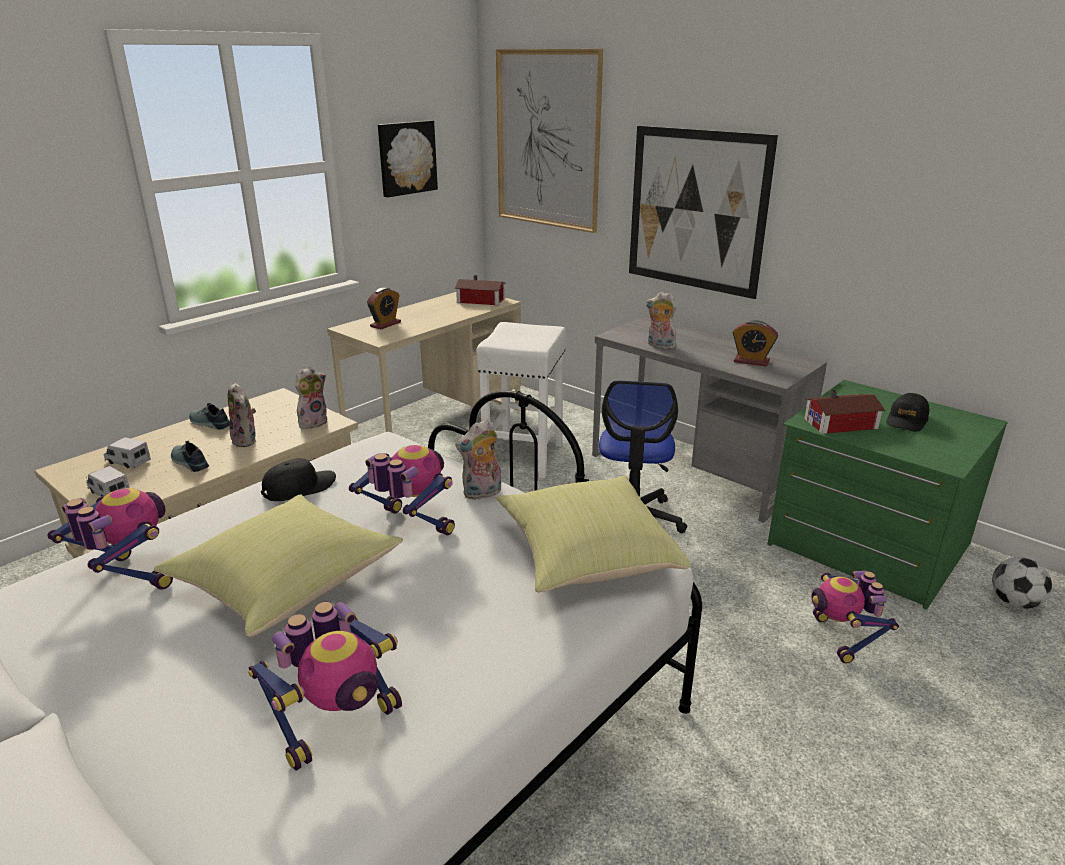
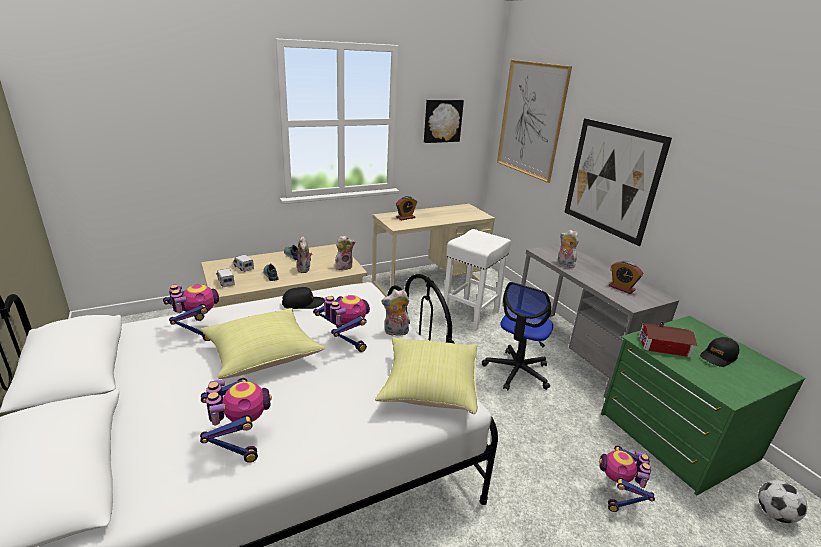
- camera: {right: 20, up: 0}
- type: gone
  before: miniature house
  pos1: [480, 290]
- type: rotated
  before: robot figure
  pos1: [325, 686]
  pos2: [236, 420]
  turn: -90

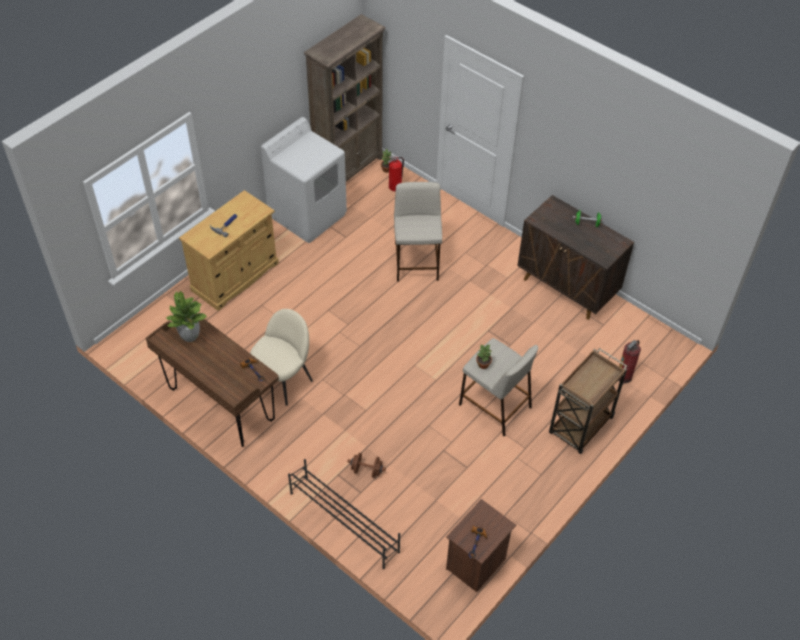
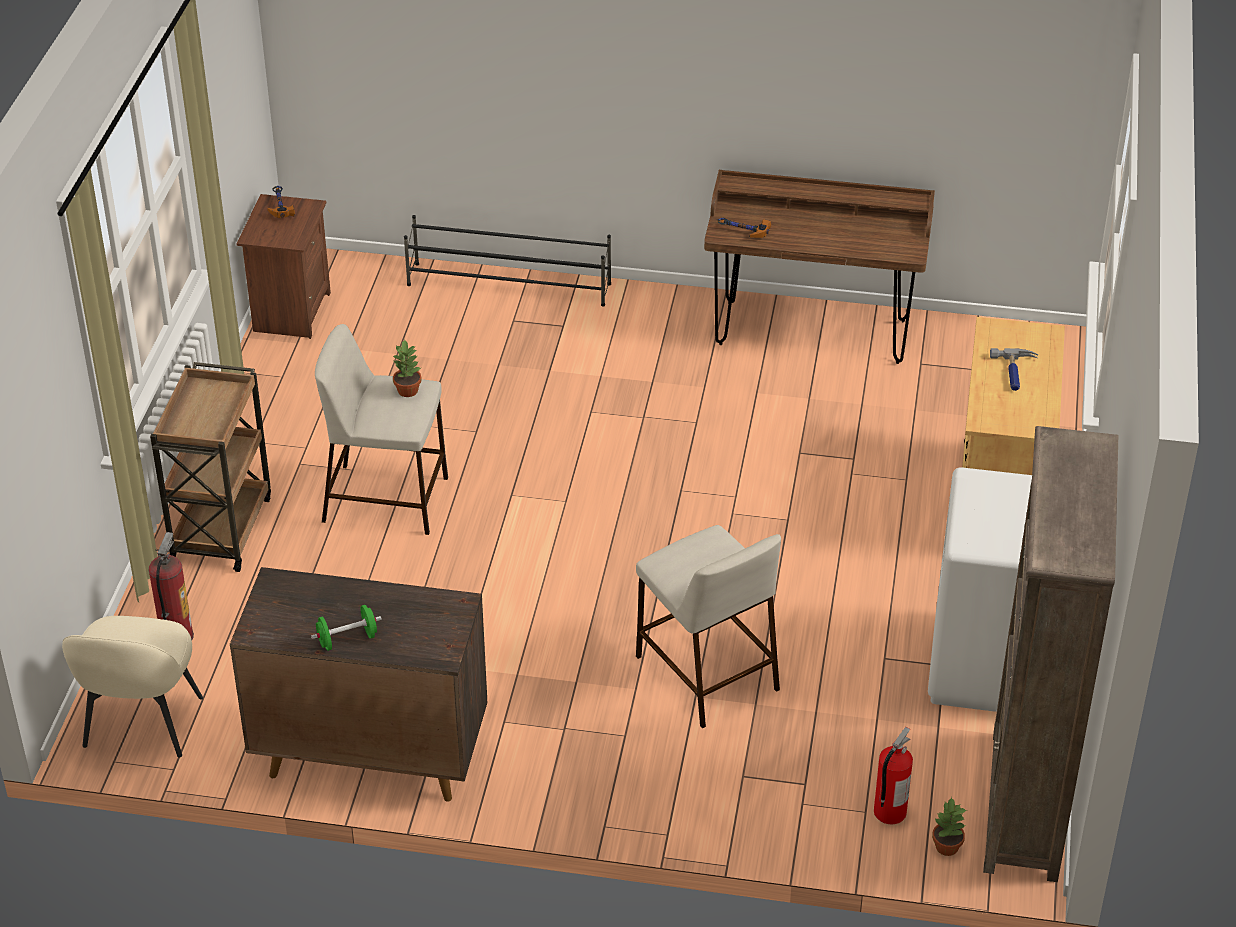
- camera: {right: 150, up: -10}
- type: gone
  before: houseplant
  pos1: [186, 316]
- type: gone
  before: brownish dumbbell
  pos1: [366, 465]
- type: shifted
  before: sand-coloured plain chair
  pos1: [281, 357]
  pos2: [132, 687]

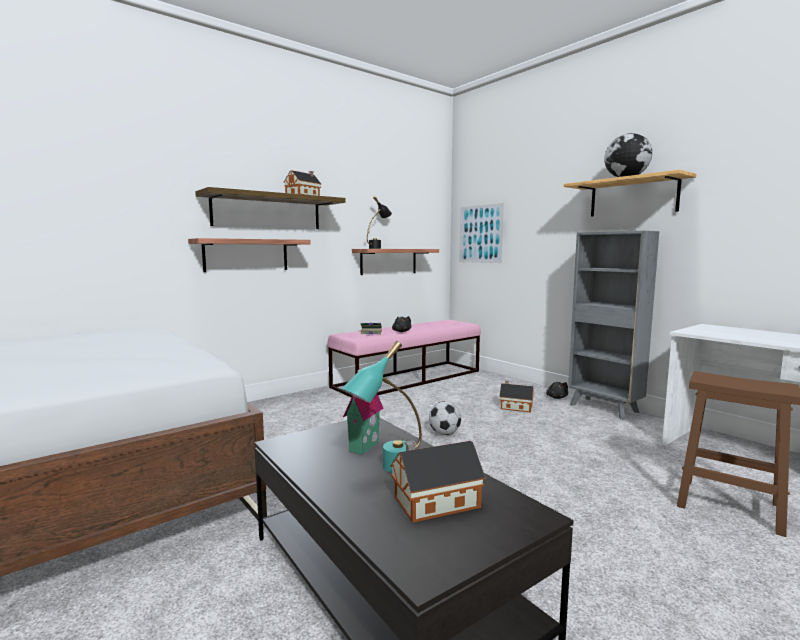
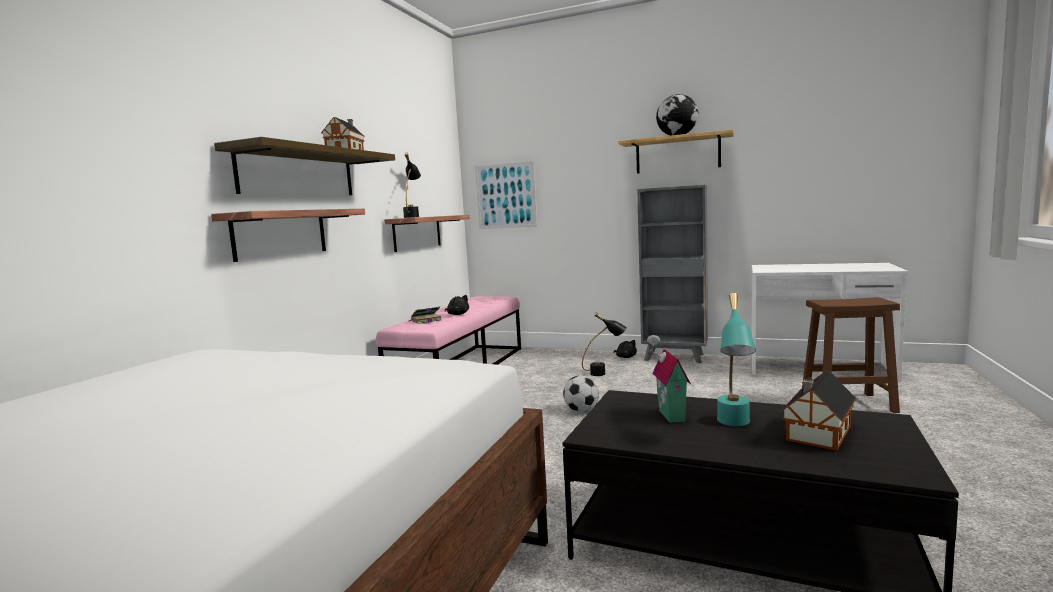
- camera: {right: -30, up: 0}
- type: swapped
  before: miniature house
  after: black-coloured lamp for a table
  pos1: [516, 397]
  pos2: [604, 344]

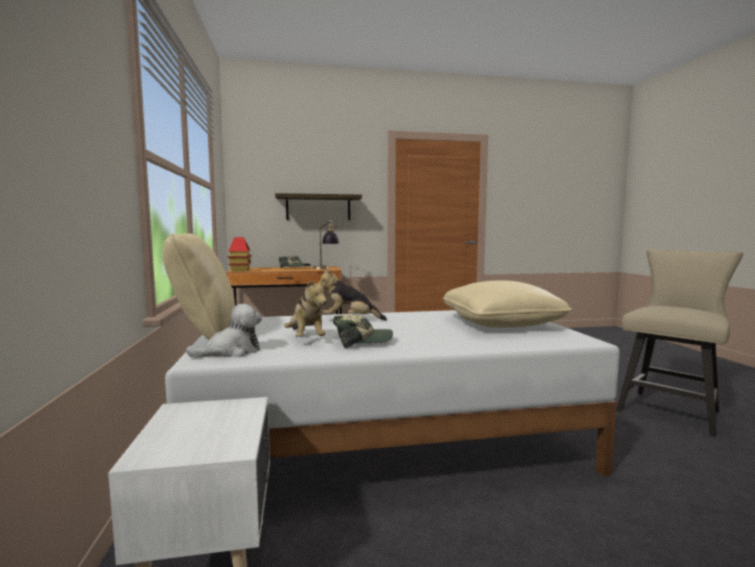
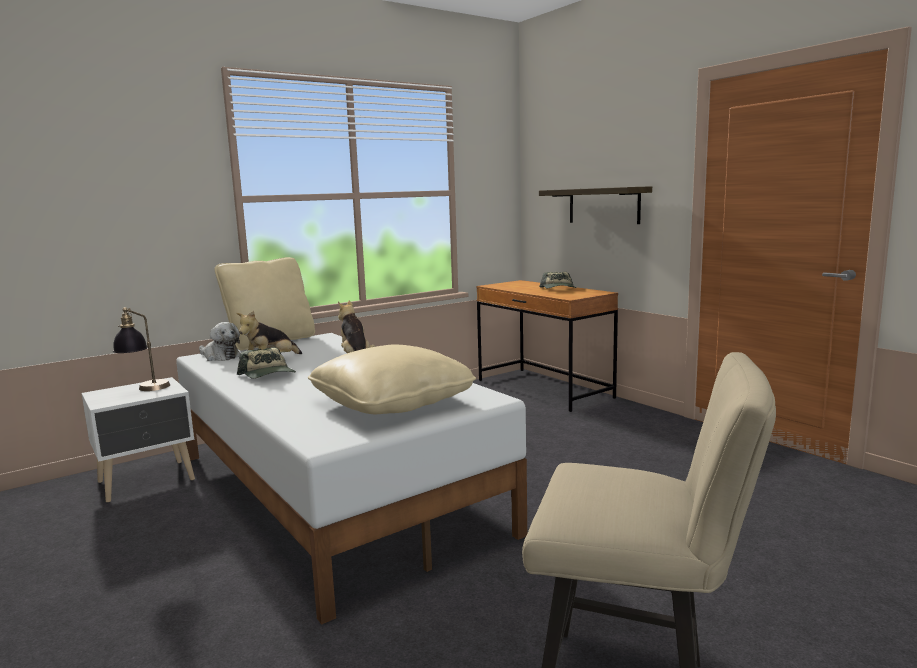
- camera: {right: 65, up: 5}
- type: gone
  before: miniature house
  pos1: [239, 254]
- type: shifted
  before: lamp for a table
  pos1: [326, 244]
  pos2: [141, 349]

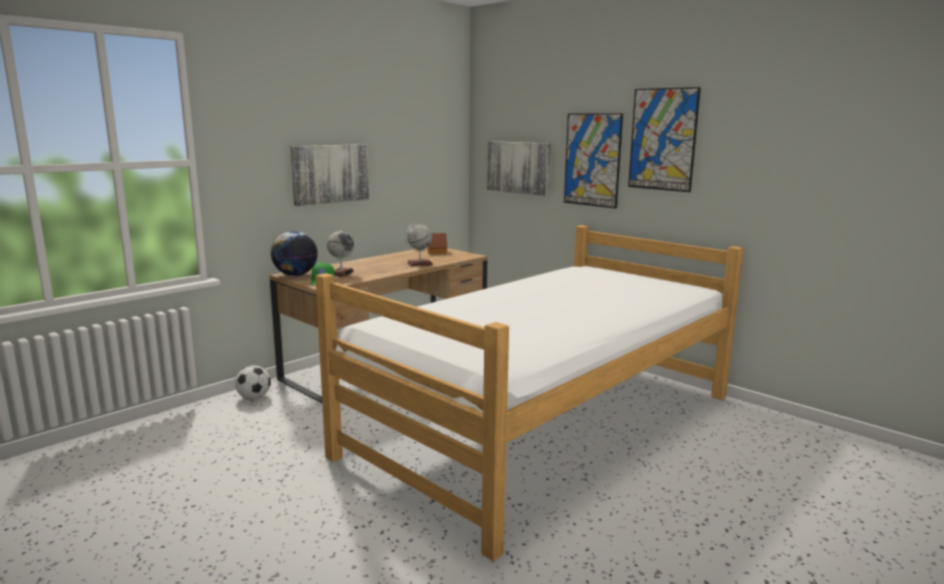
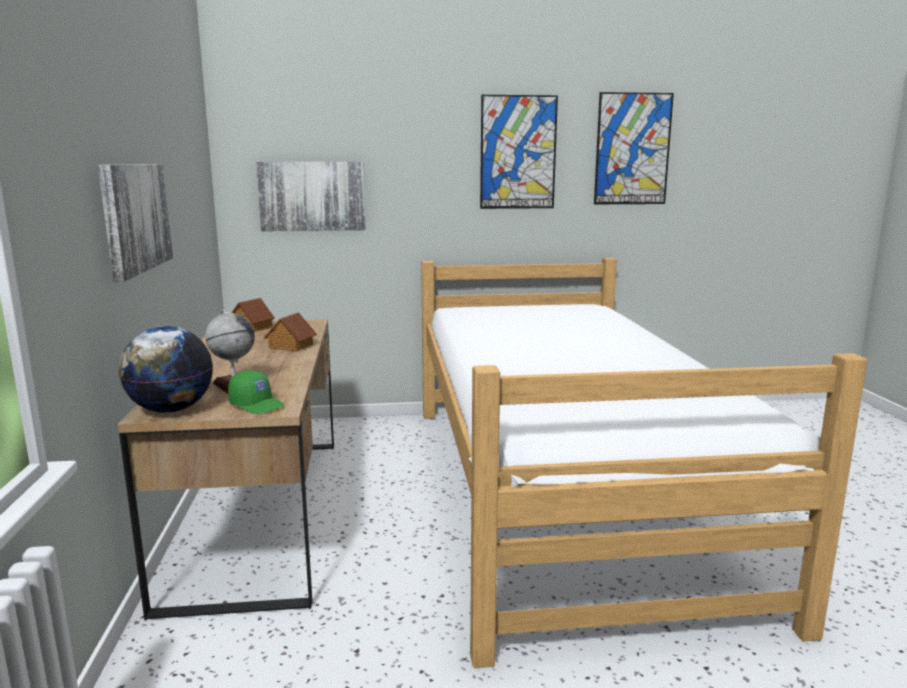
- camera: {right: -50, up: 0}
- type: gone
  before: football
  pos1: [253, 382]
- type: shifted
  before: wall art
  pos1: [593, 160]
  pos2: [634, 148]
- type: swapped
  before: globe
  after: miniature house
  pos1: [419, 245]
  pos2: [290, 332]

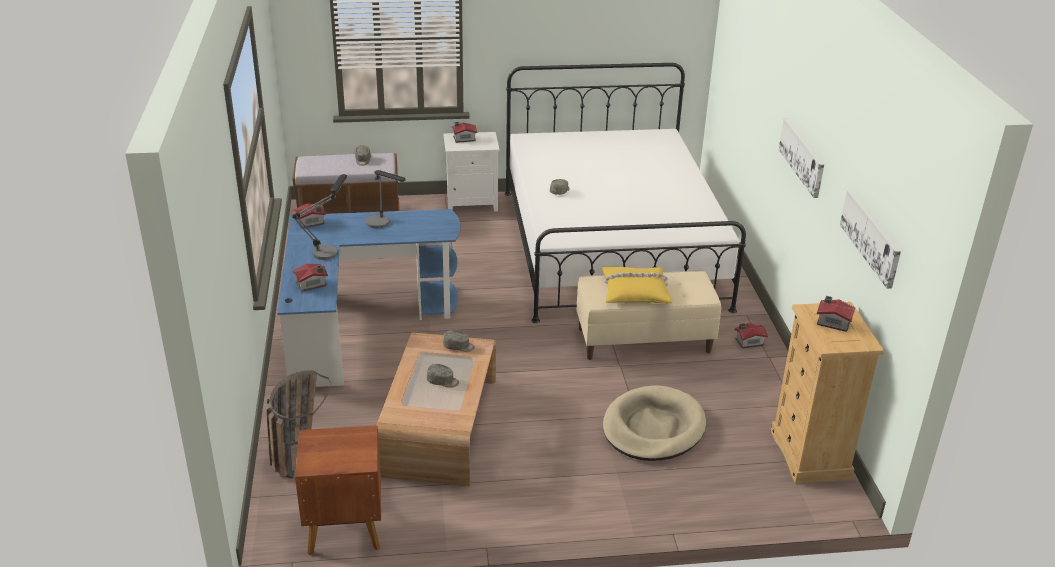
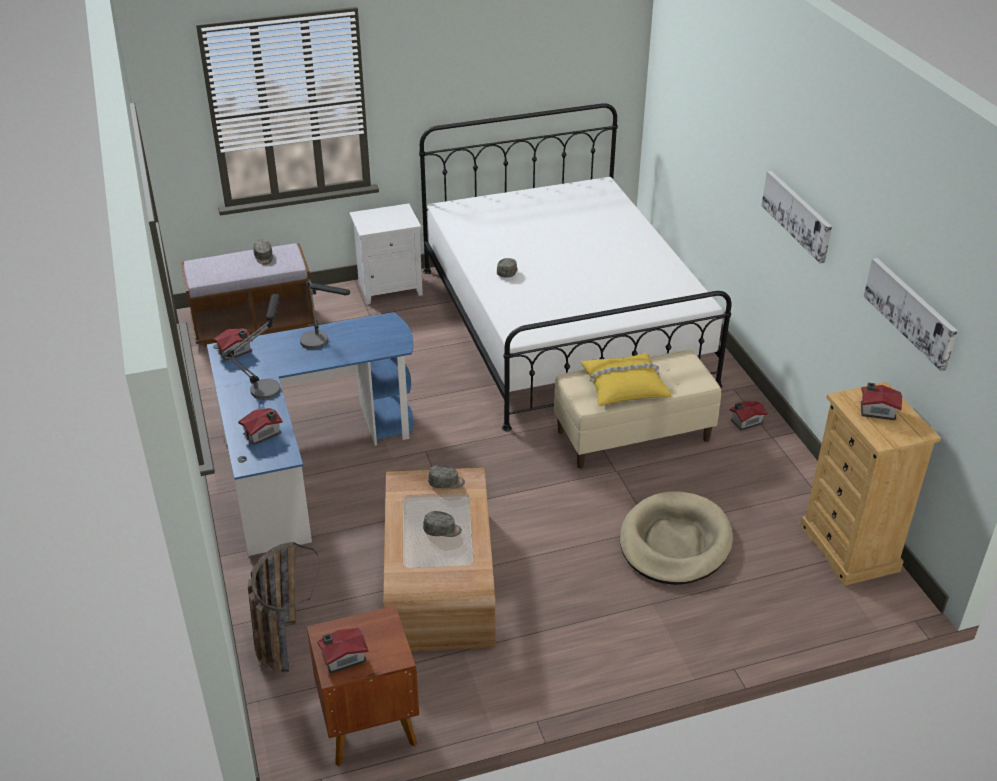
- camera: {right: -10, up: 5}
- type: shifted
  before: miniature house
  pos1: [464, 132]
  pos2: [343, 651]

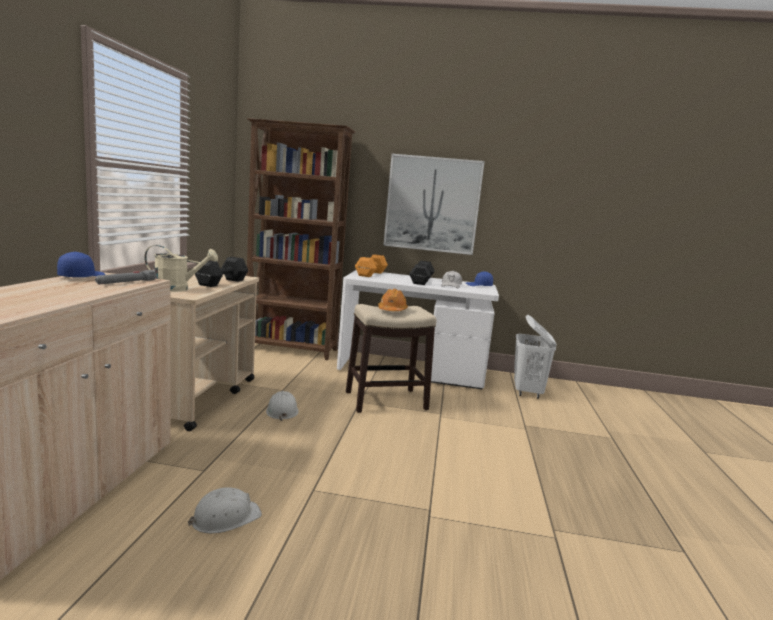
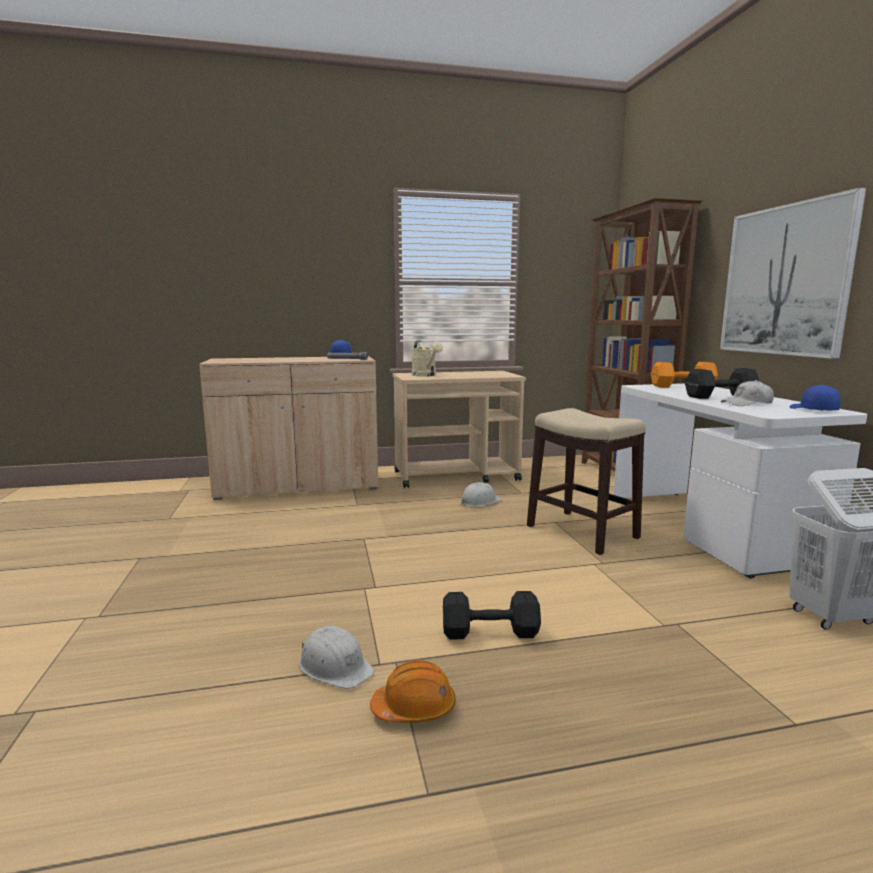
- camera: {right: 70, up: 0}
- type: shifted
  before: white safety helmet
  pos1: [225, 510]
  pos2: [337, 657]
- type: shifted
  before: black-coloured dumbbell
  pos1: [221, 272]
  pos2: [492, 615]
- type: shifted
  before: orangey safety helmet
  pos1: [393, 300]
  pos2: [413, 691]

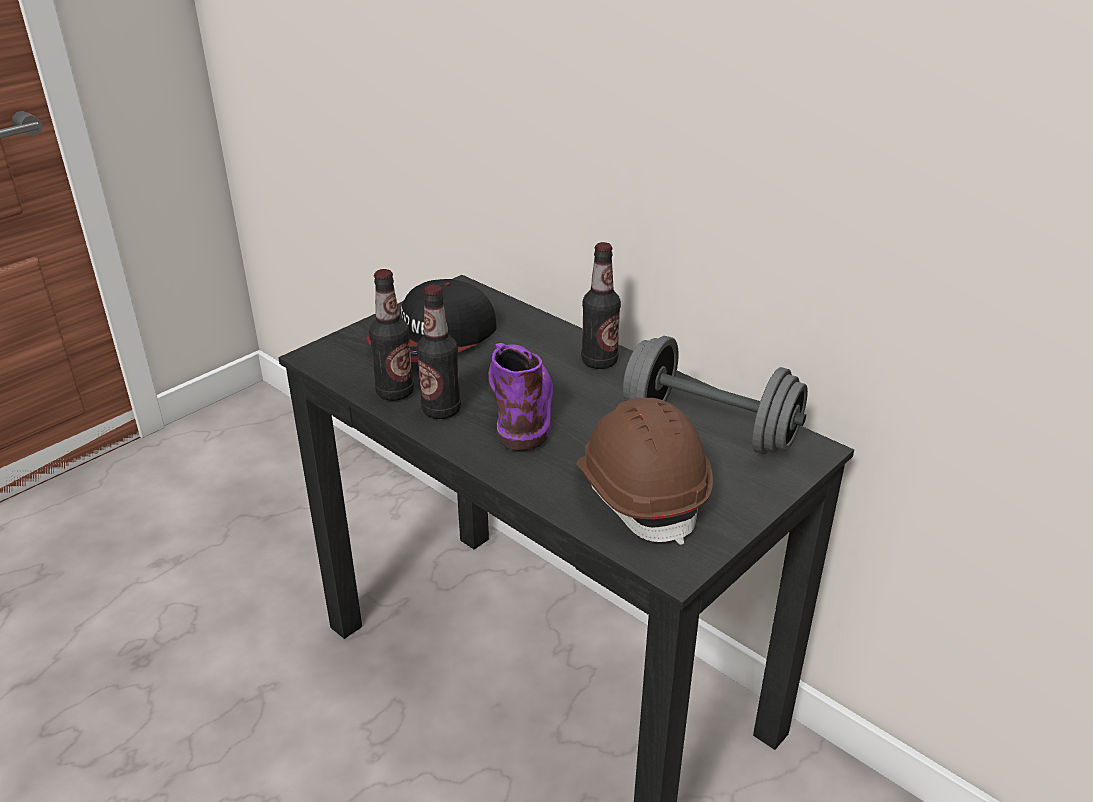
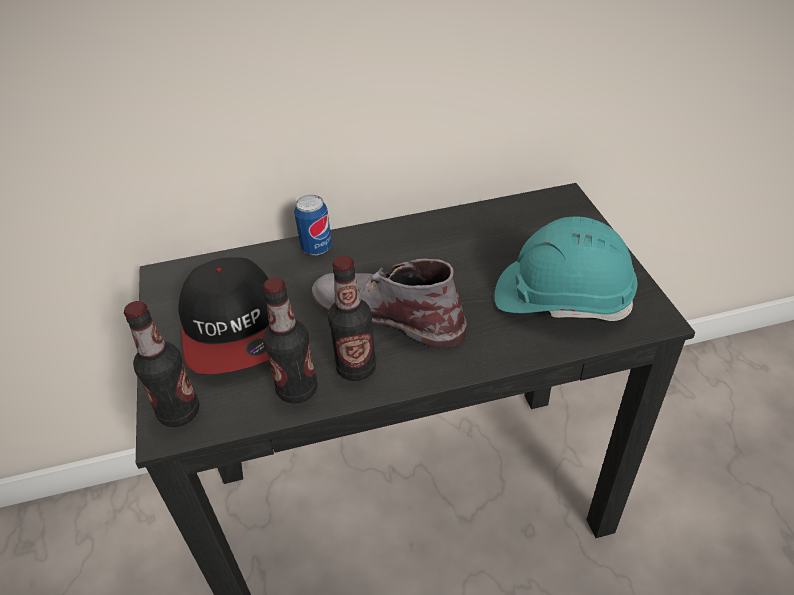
- camera: {right: -55, up: 10}
- type: gone
  before: gray dumbbell
  pos1: [715, 395]
- type: new
  after: sealed can
  pos2: [313, 225]
- type: shifted
  before: bottle
  pos1: [601, 305]
  pos2: [162, 364]
- type: repainted
  before: purple-coloured high-top boot
  after: gray high-top boot
  pos1: [520, 397]
  pos2: [389, 303]
- type: repainted
  before: brownish safety helmet
  after: turquoise-coloured safety helmet
  pos1: [645, 471]
  pos2: [566, 269]

